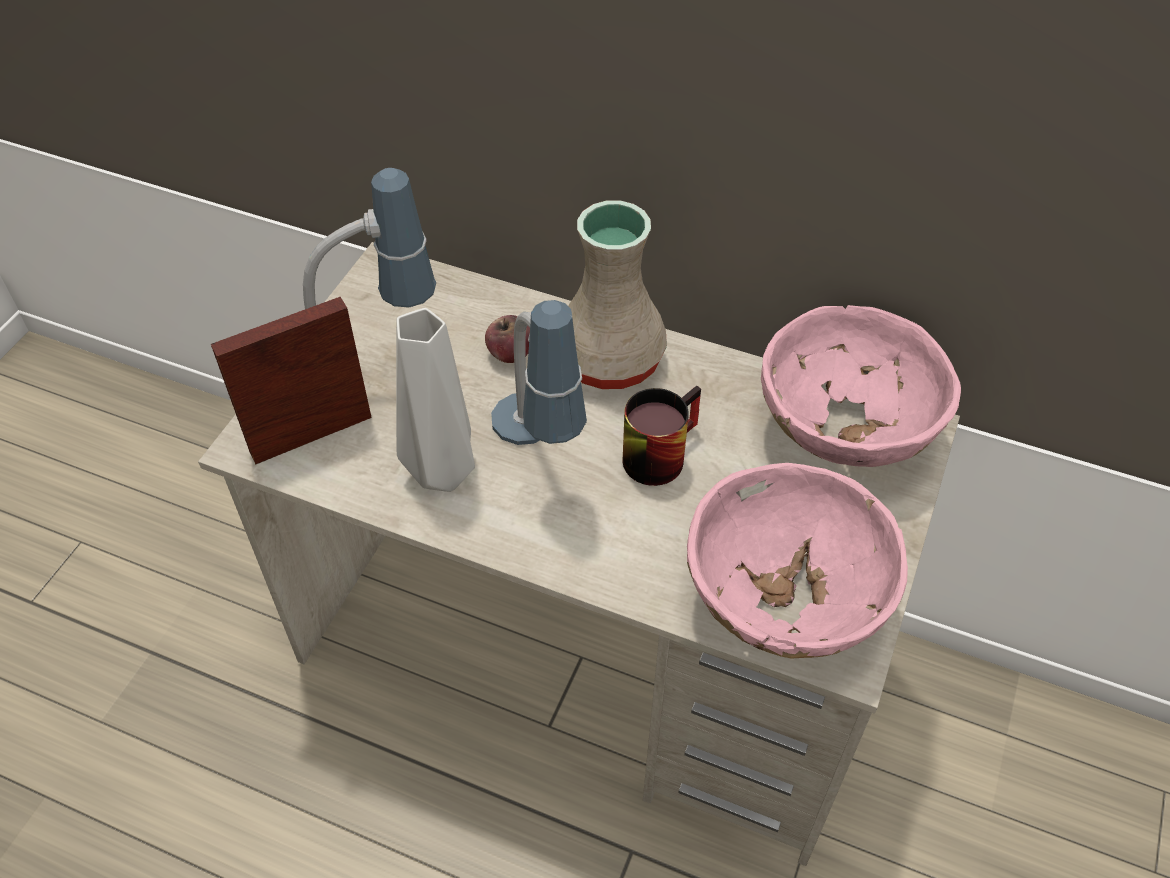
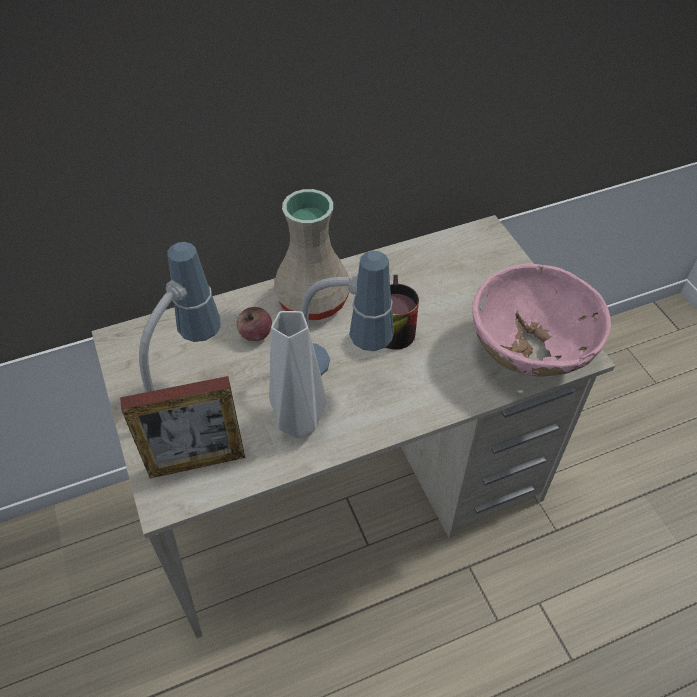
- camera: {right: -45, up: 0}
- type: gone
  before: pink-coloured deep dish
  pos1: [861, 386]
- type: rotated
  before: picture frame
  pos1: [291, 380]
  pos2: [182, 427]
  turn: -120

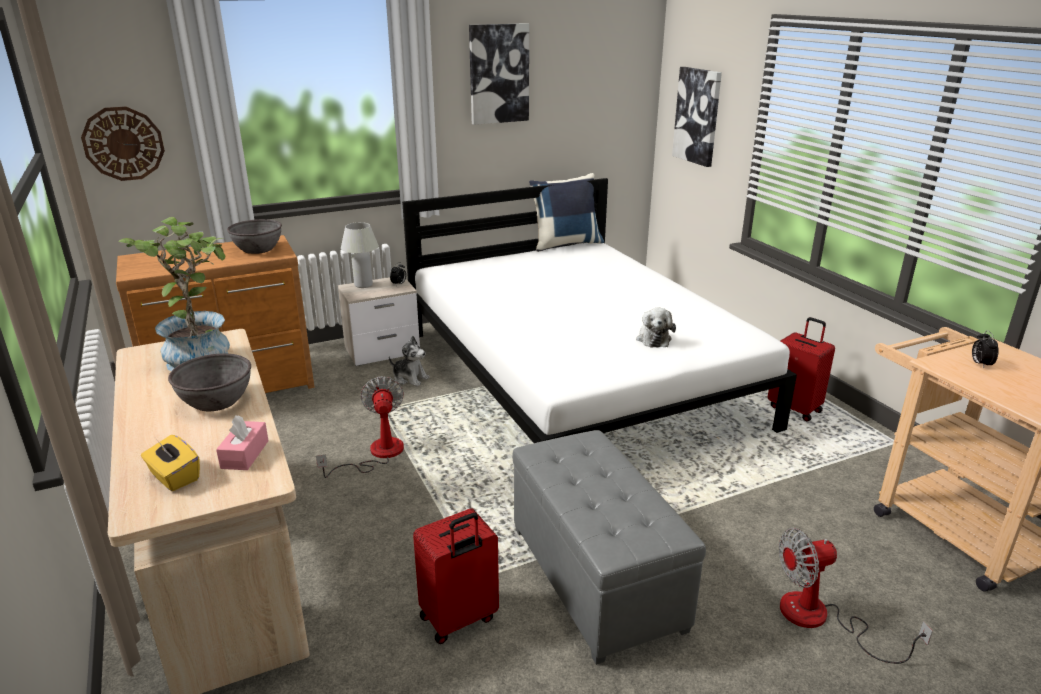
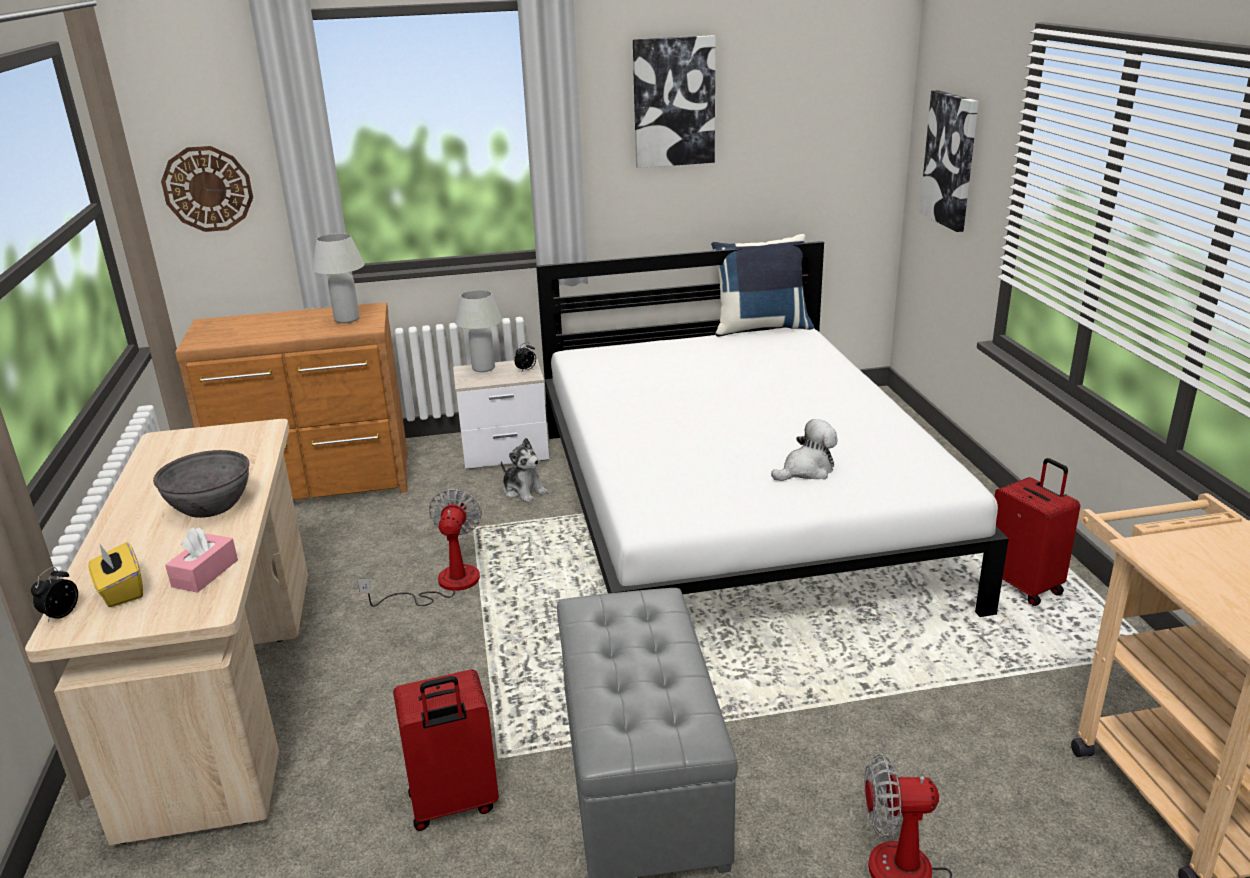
- camera: {right: 15, up: 0}
- type: gone
  before: houseplant
  pos1: [174, 294]
- type: shifted
  before: bedside clock
  pos1: [985, 349]
  pos2: [54, 594]
- type: swapped
  before: gray deep dish
  after: white lamp for a table
  pos1: [254, 236]
  pos2: [338, 278]
- type: rotated
  before: soft toy
  pos1: [656, 328]
  pos2: [804, 450]
  turn: -135

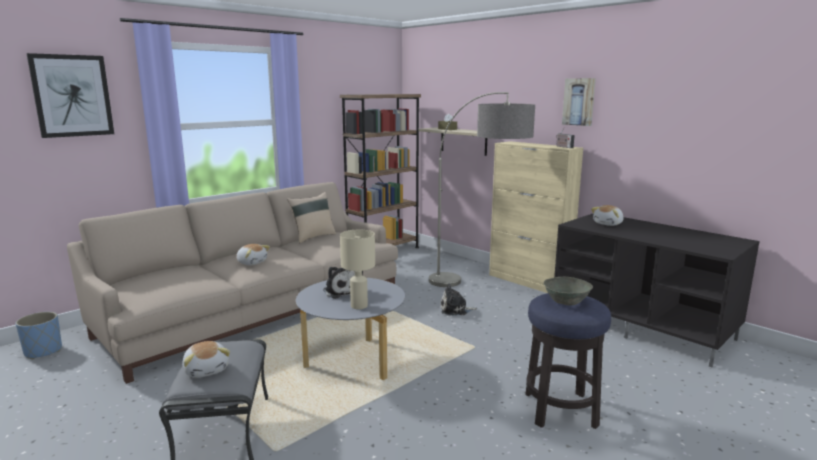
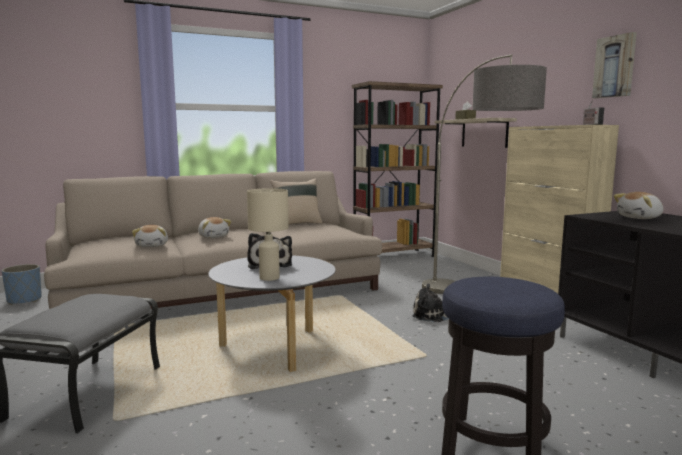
- camera: {right: 20, up: -5}
- type: gone
  before: wall art
  pos1: [70, 95]
- type: gone
  before: gray deep dish
  pos1: [568, 291]
- type: shifted
  before: soft toy
  pos1: [206, 359]
  pos2: [150, 236]

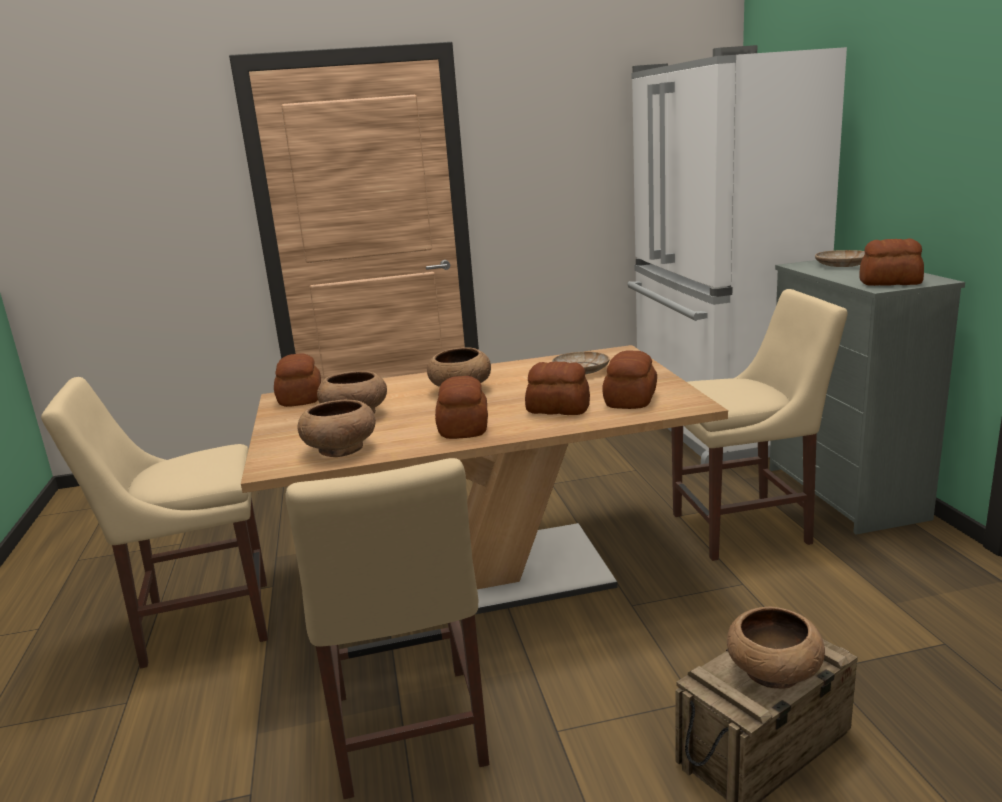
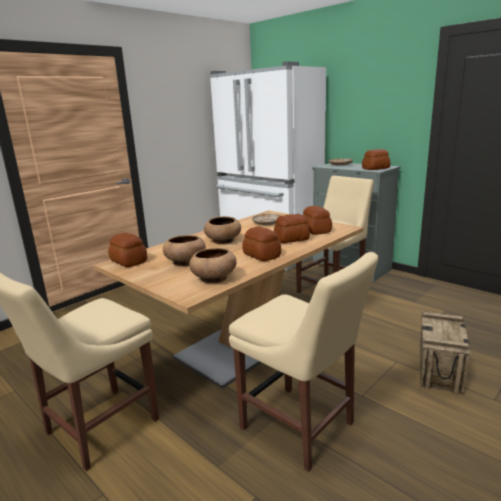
- camera: {right: -35, up: 0}
- type: gone
  before: brownish deep dish
  pos1: [776, 648]

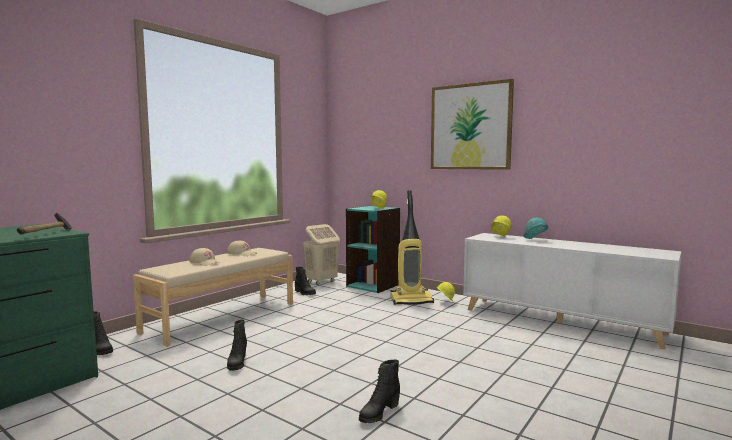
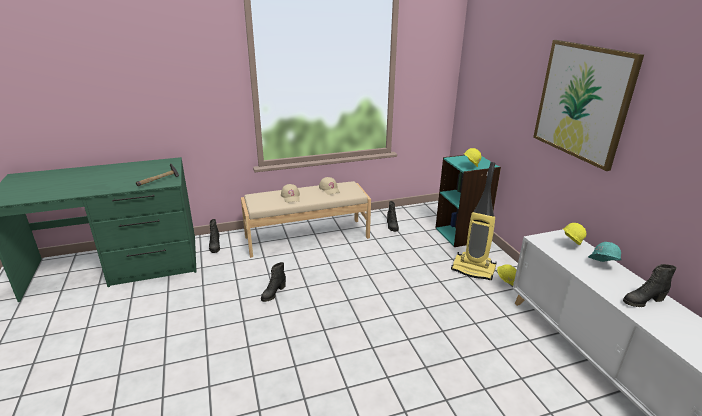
- camera: {right: 35, up: 20}
- type: gone
  before: sand-coloured laundry basket
  pos1: [321, 254]
- type: shifted
  before: black-coloured high-top boot
  pos1: [379, 391]
  pos2: [650, 285]

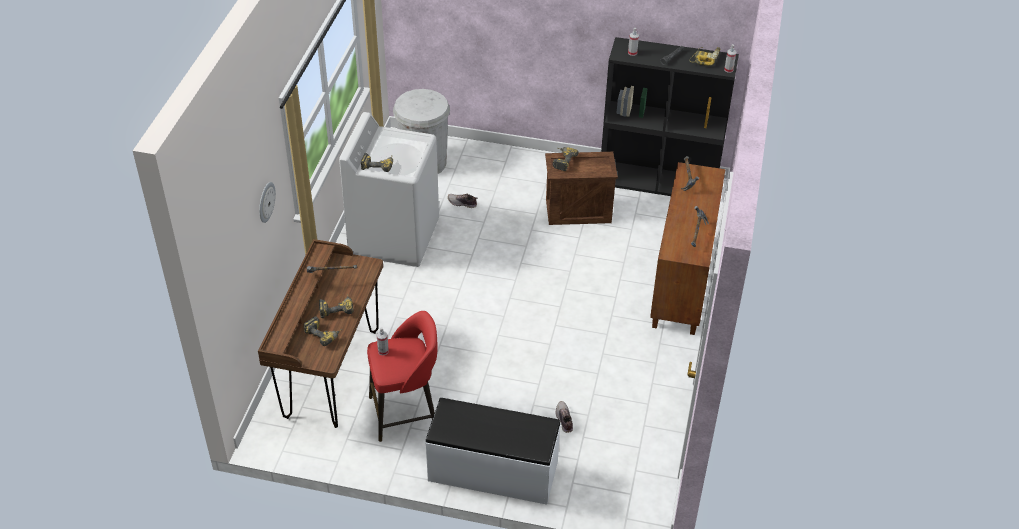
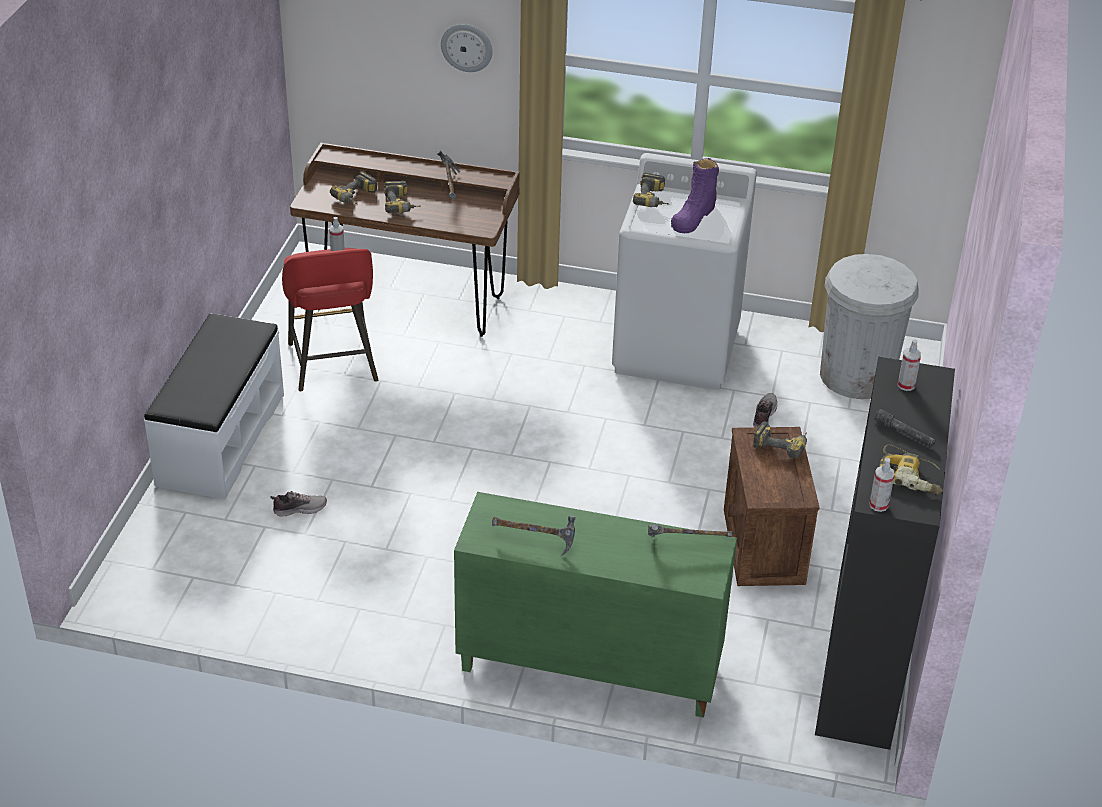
- camera: {right: 90, up: -5}
- type: new
  after: purple-coloured high-top boot
  pos2: [695, 195]
- type: repainted
  before: brownish cupboard
  after: greenish cupboard
  pos1: [687, 248]
  pos2: [595, 605]

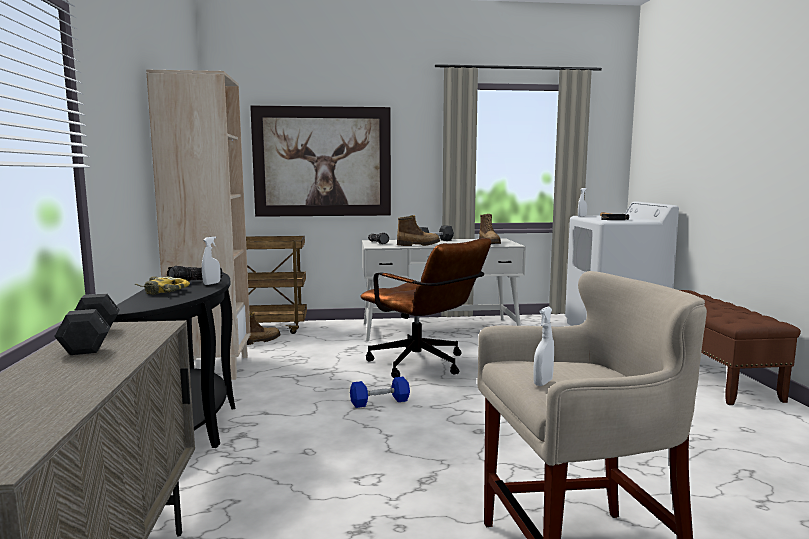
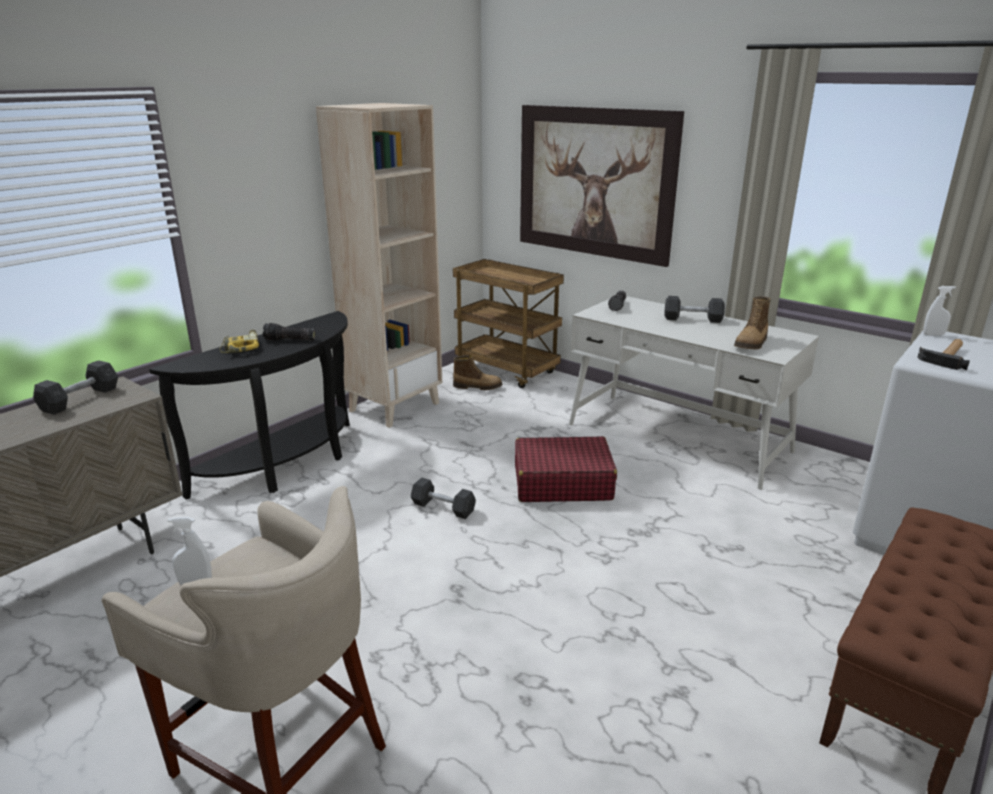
- camera: {right: 45, up: 15}
- type: gone
  before: white sprayer
  pos1: [211, 261]
- type: gone
  before: high-top boot
  pos1: [418, 230]
- type: swapped
  before: brownish office chair
  after: red suitcase
  pos1: [425, 308]
  pos2: [566, 469]
- type: repainted
  before: blue dumbbell
  after: gray dumbbell
  pos1: [380, 392]
  pos2: [443, 498]

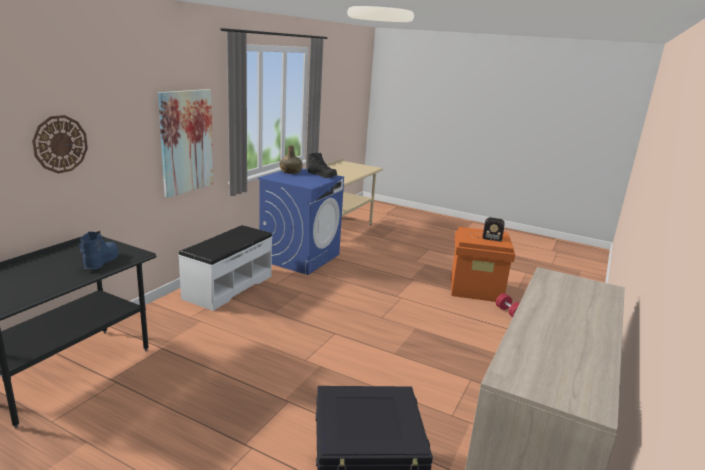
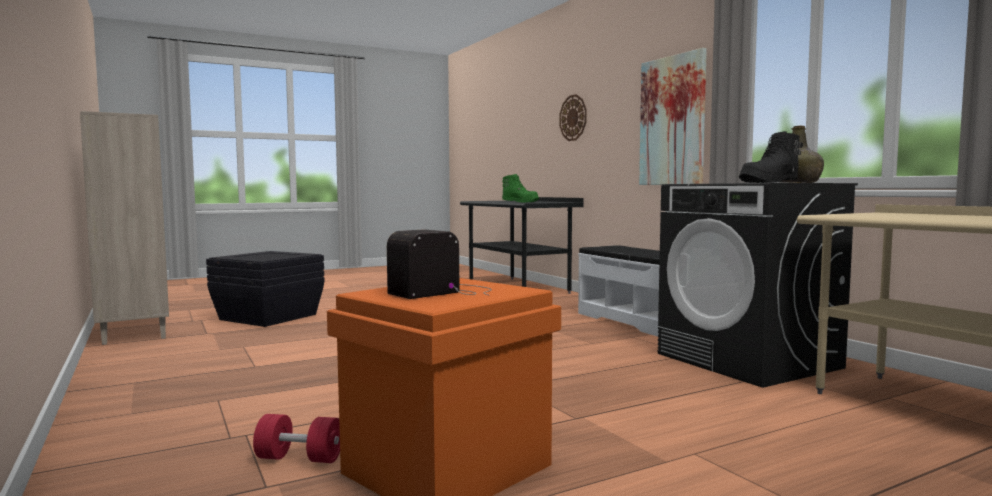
- camera: {right: 125, up: -15}
- type: repainted
  before: blue high-top boot
  after: greenish high-top boot
  pos1: [98, 250]
  pos2: [520, 188]
- type: repainted
  before: blue laundry appliance
  after: black-coloured laundry appliance
  pos1: [301, 222]
  pos2: [758, 285]

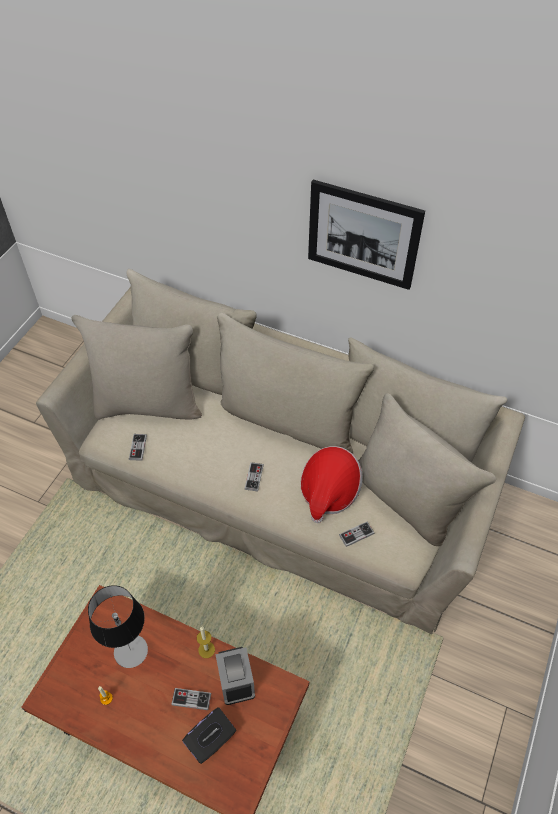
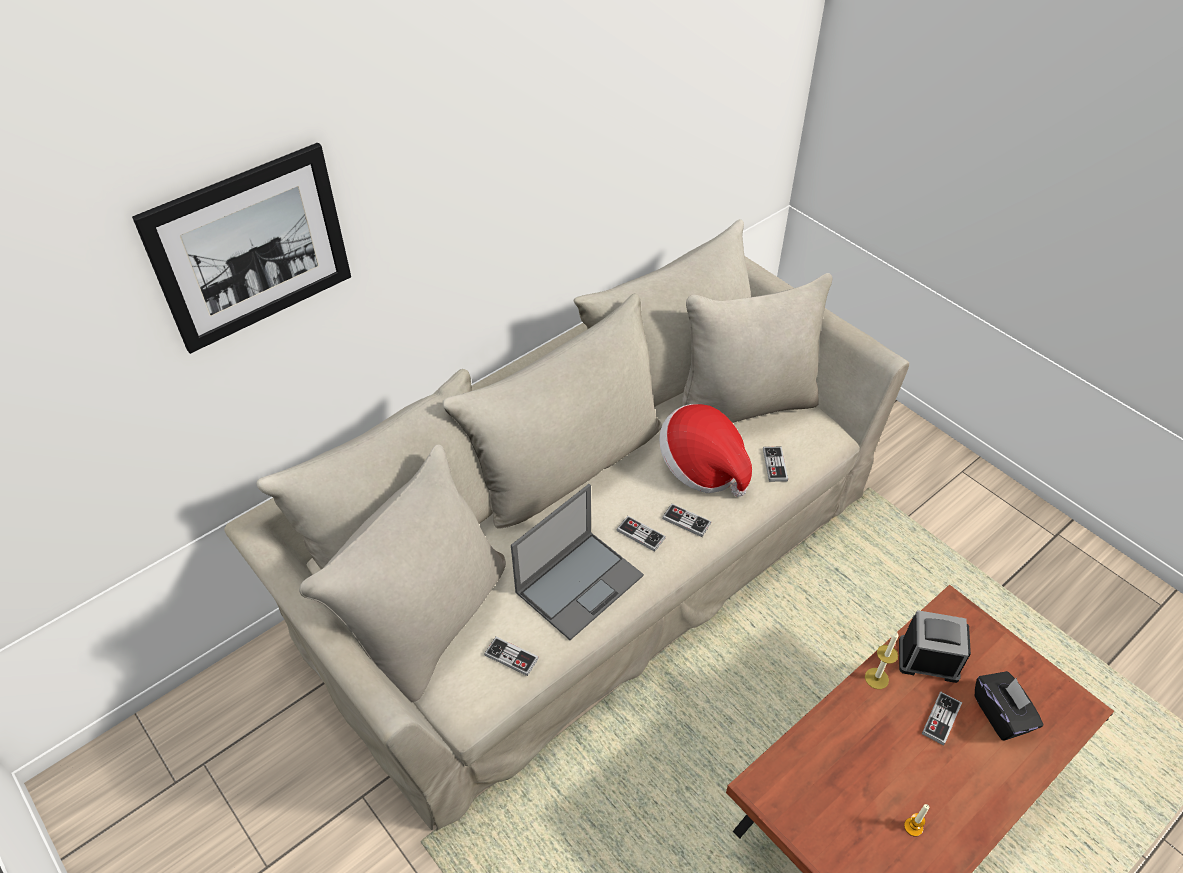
- camera: {right: -65, up: -5}
- type: gone
  before: lamp for a table
  pos1: [118, 626]
- type: new
  after: laptop
  pos2: [577, 562]
- type: new
  after: joypad
  pos2: [686, 520]
- type: shifted
  before: wall art
  pos1: [366, 235]
  pos2: [241, 248]

